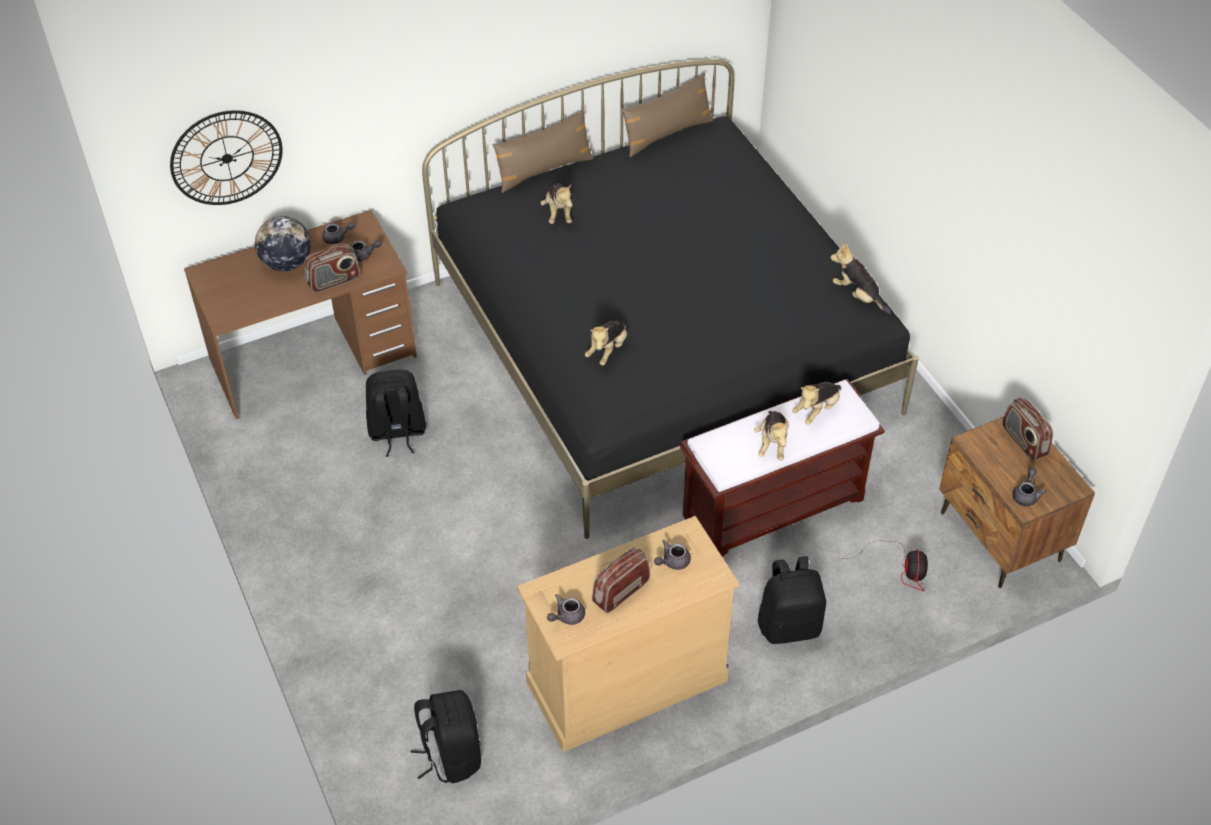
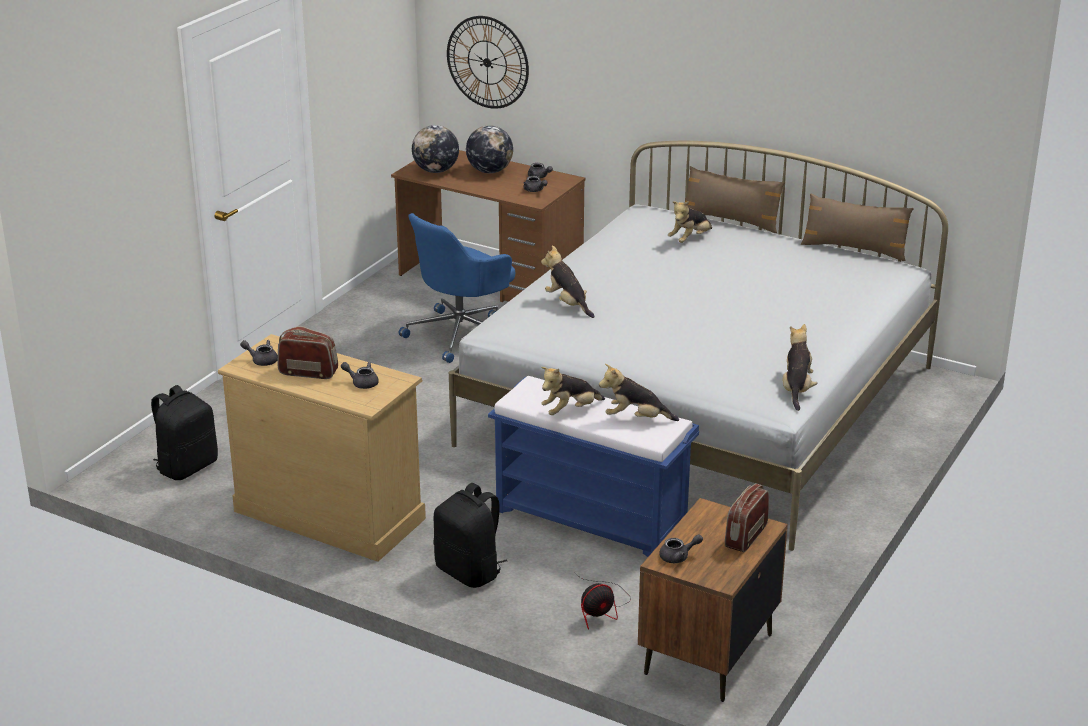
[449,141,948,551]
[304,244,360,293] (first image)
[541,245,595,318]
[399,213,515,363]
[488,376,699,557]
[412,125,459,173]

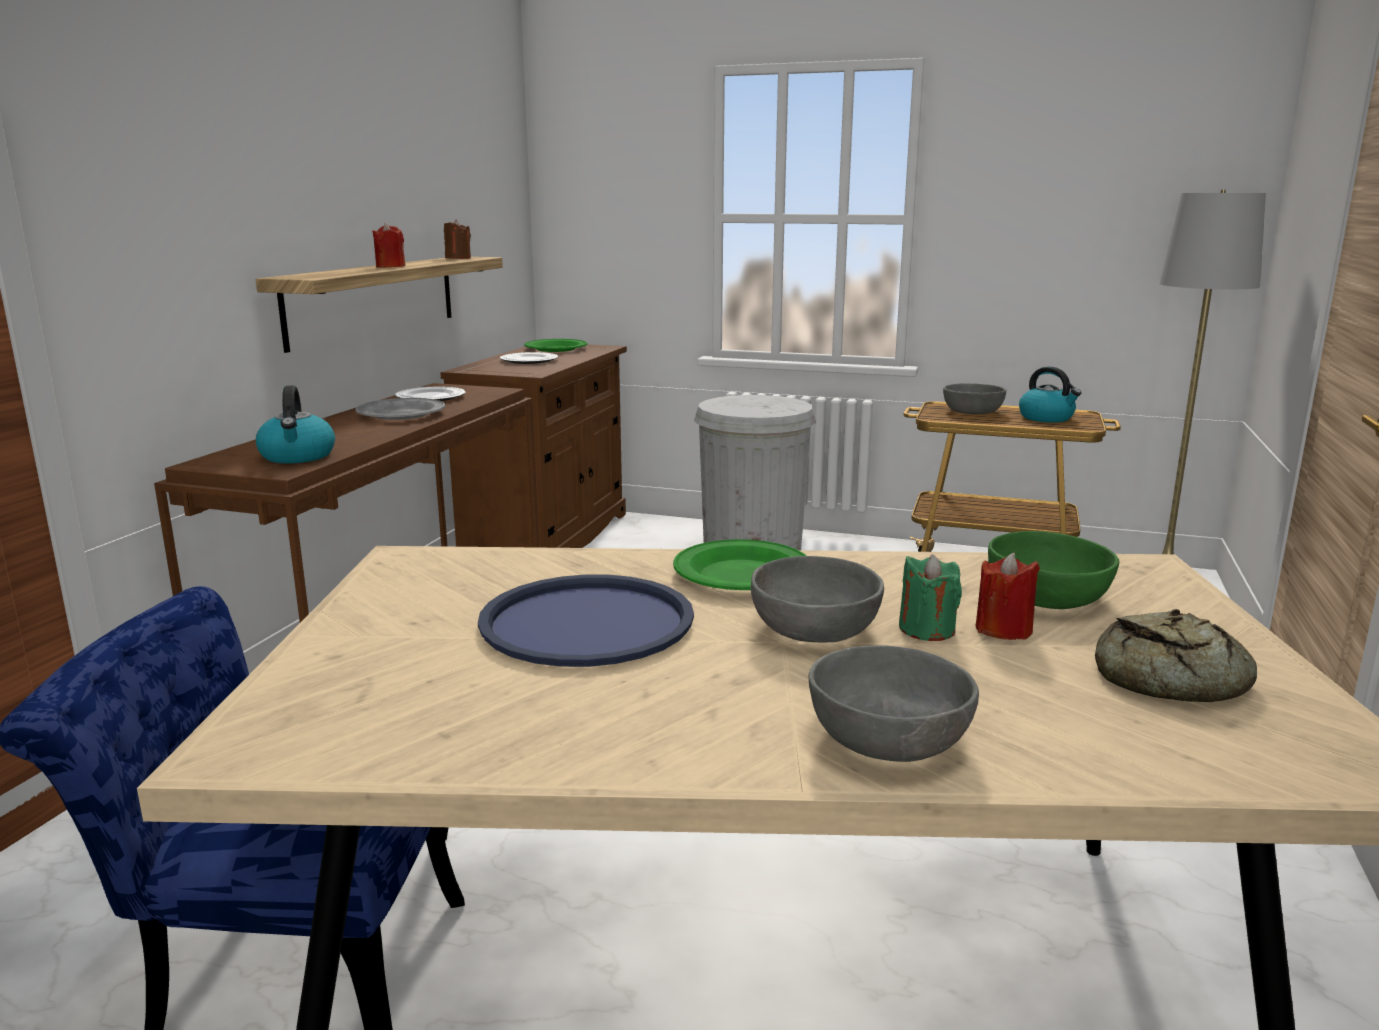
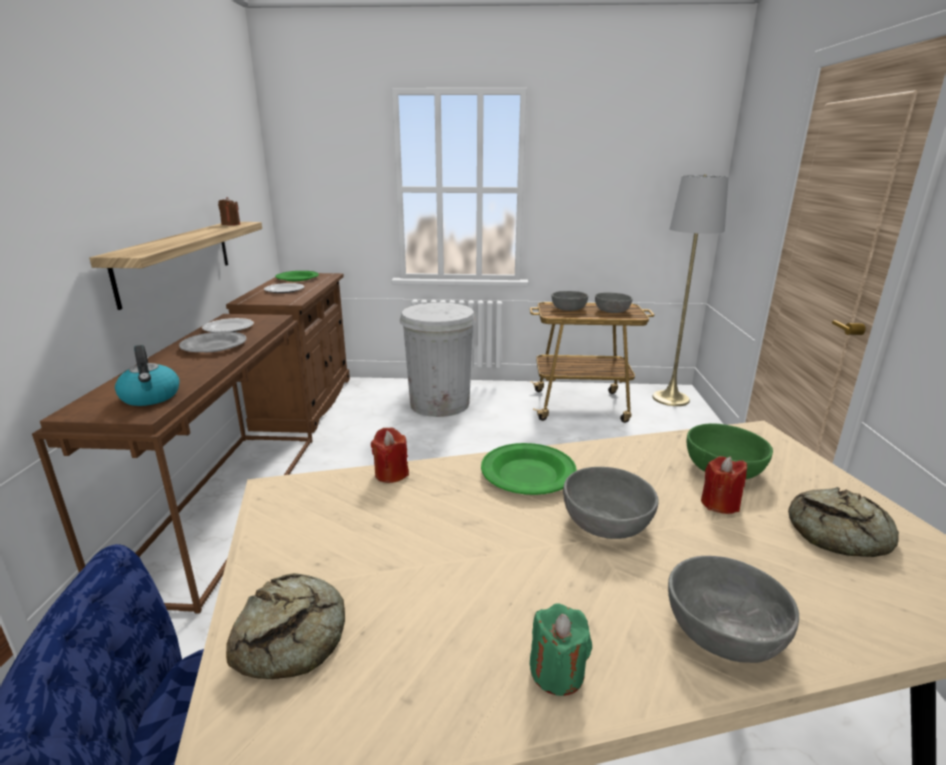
[371,427,409,483]
[595,292,633,313]
[530,603,592,696]
[478,575,694,667] (first image)
[226,573,345,679]

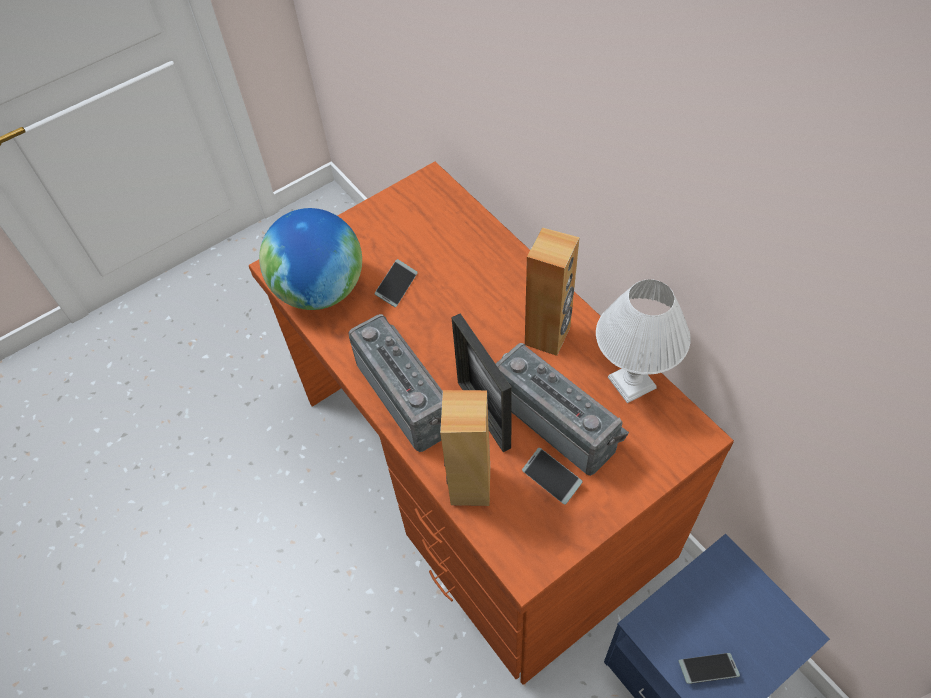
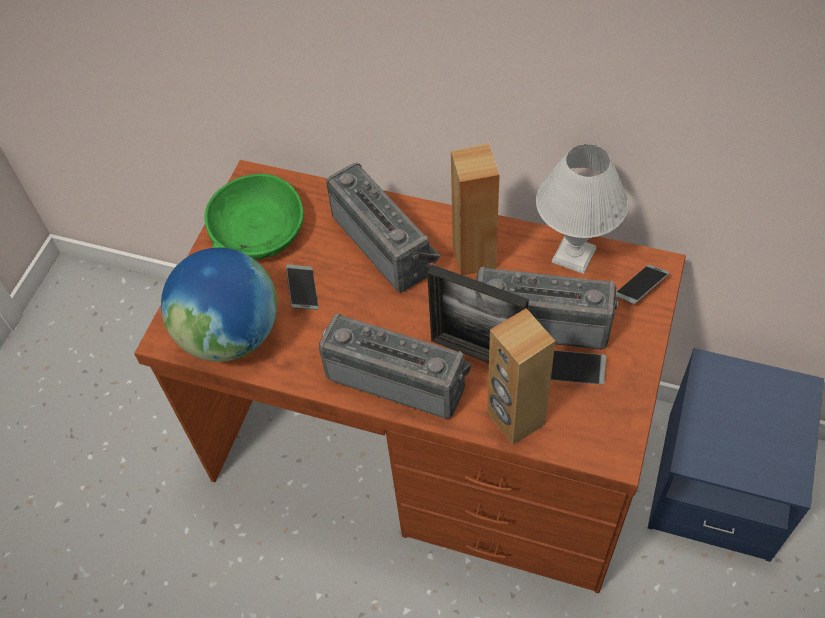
[616,265,670,304]
[326,163,440,292]
[204,174,304,260]

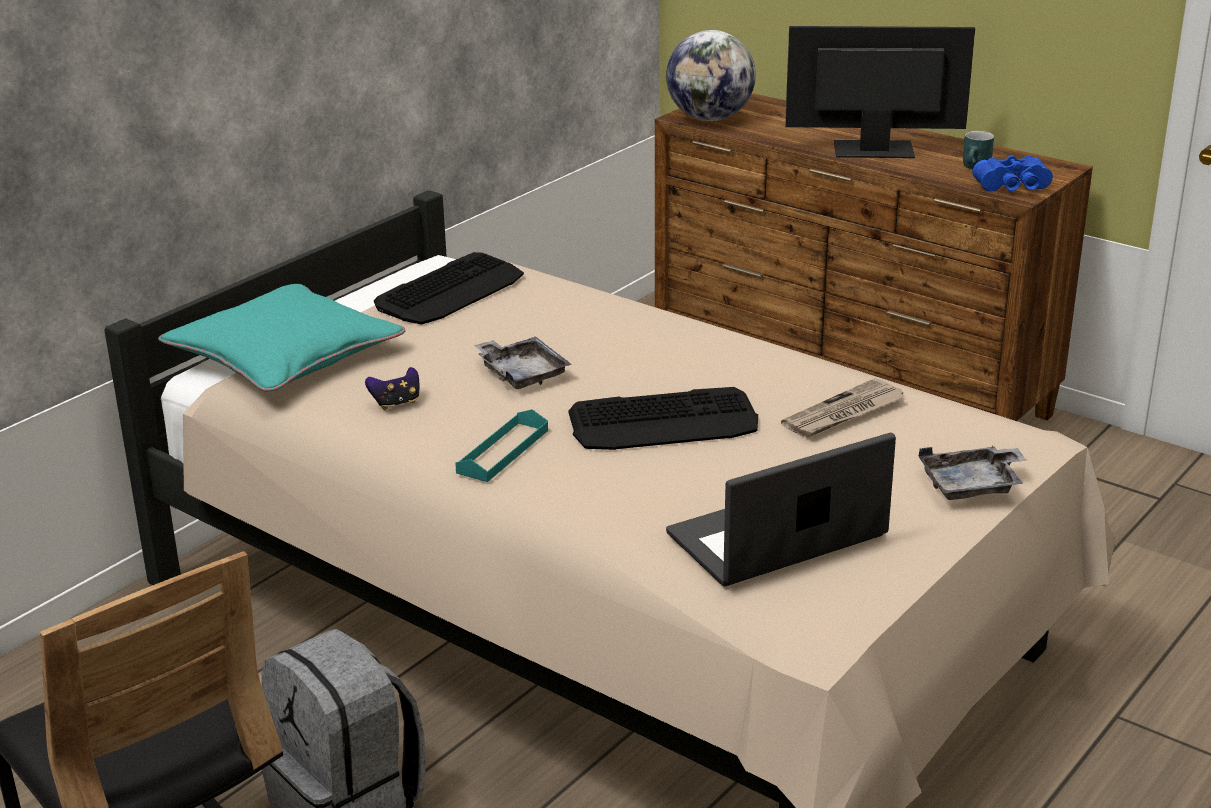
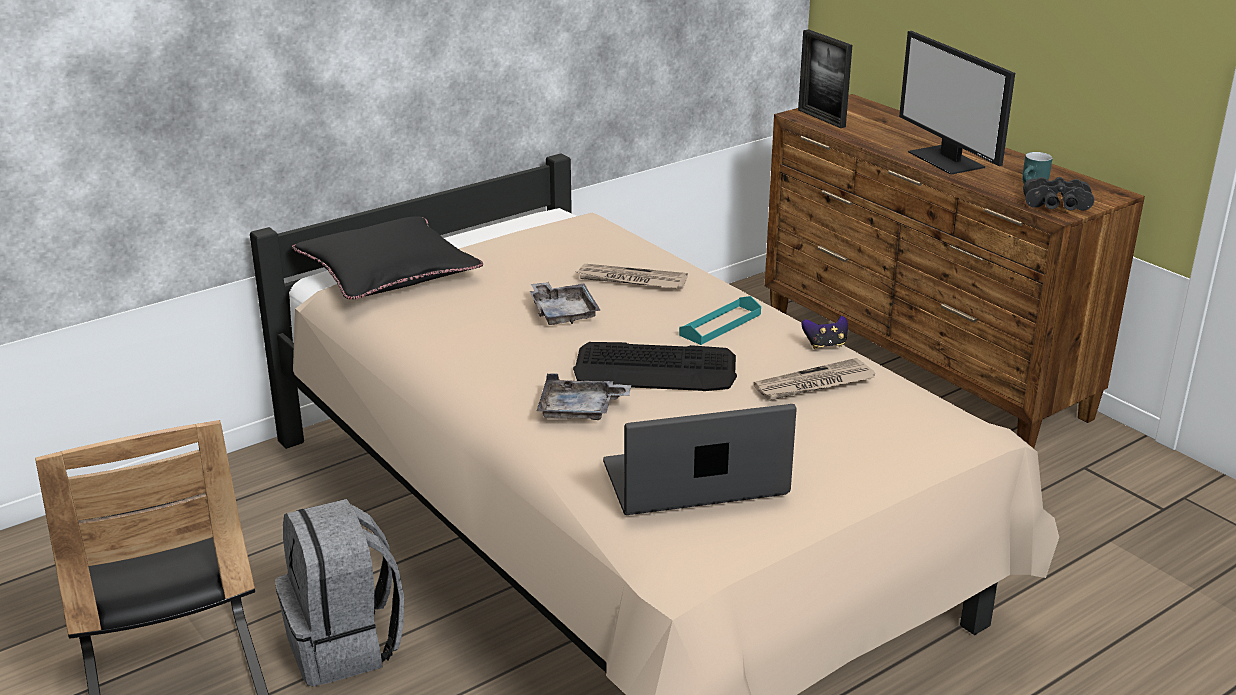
[899,31,1015,175]
[798,29,852,128]
[1023,177,1094,211]
[374,252,524,325] (first image)
[292,216,483,299]
[801,316,848,350]
[679,296,761,345]
[537,373,631,420]
[577,264,688,288]

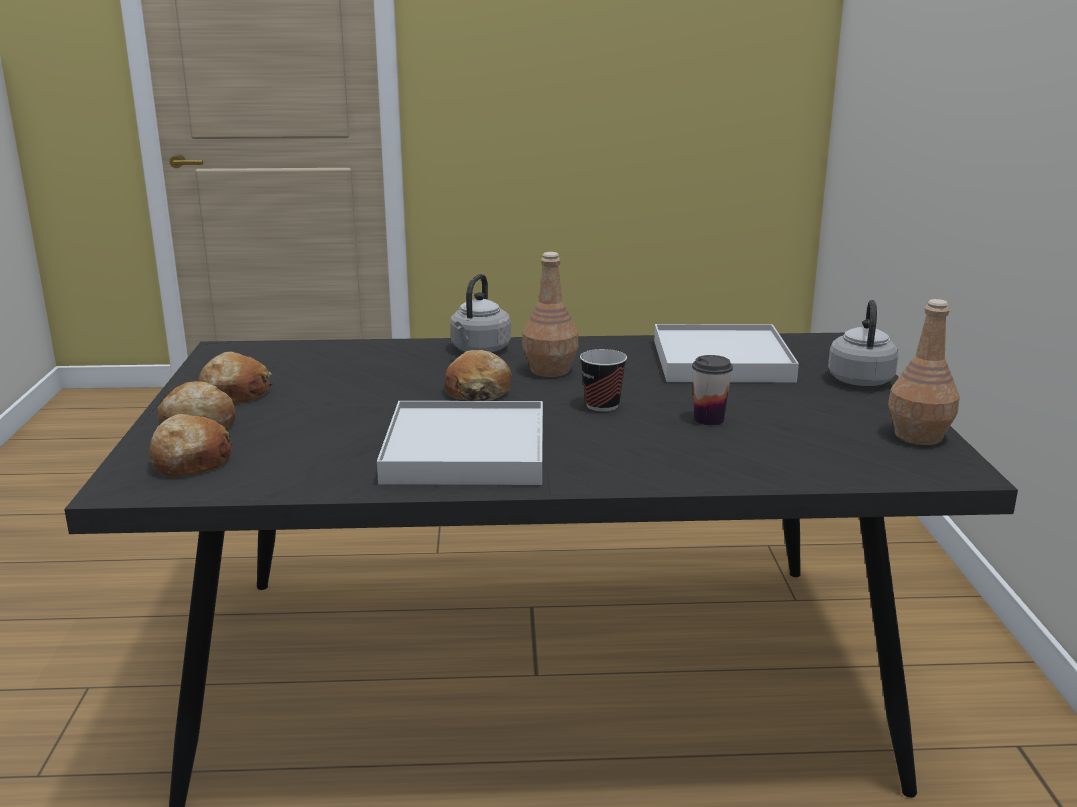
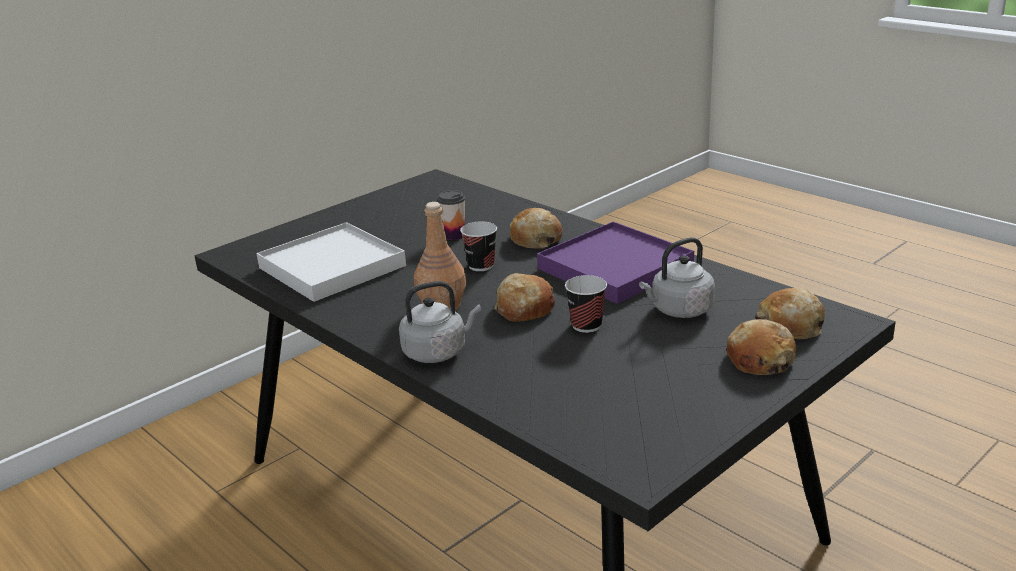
[888,299,960,445] (first image)
[639,237,715,318]
[509,208,562,249]
[537,222,694,304]
[565,275,607,333]

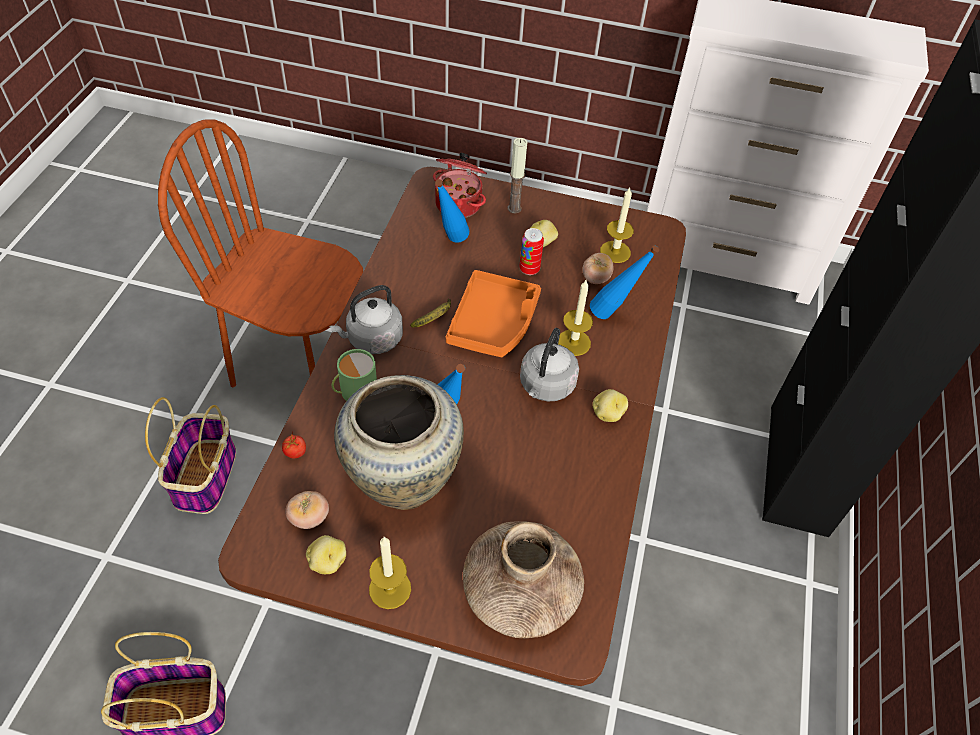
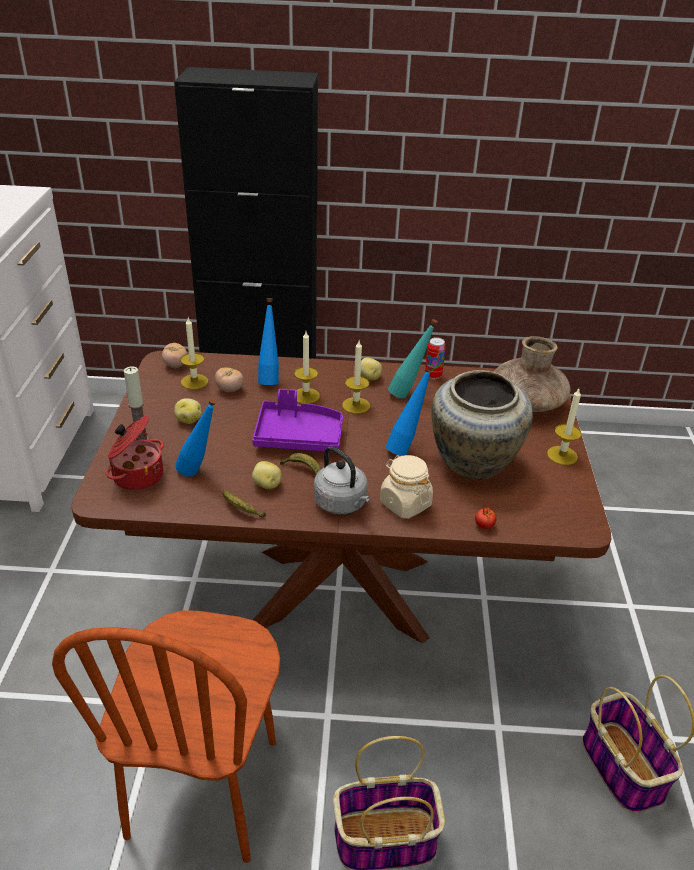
[425,337,446,379]
[252,389,343,452]
[342,341,370,414]
[380,455,433,519]
[162,343,187,368]
[252,461,282,489]
[388,319,438,398]
[223,490,266,517]

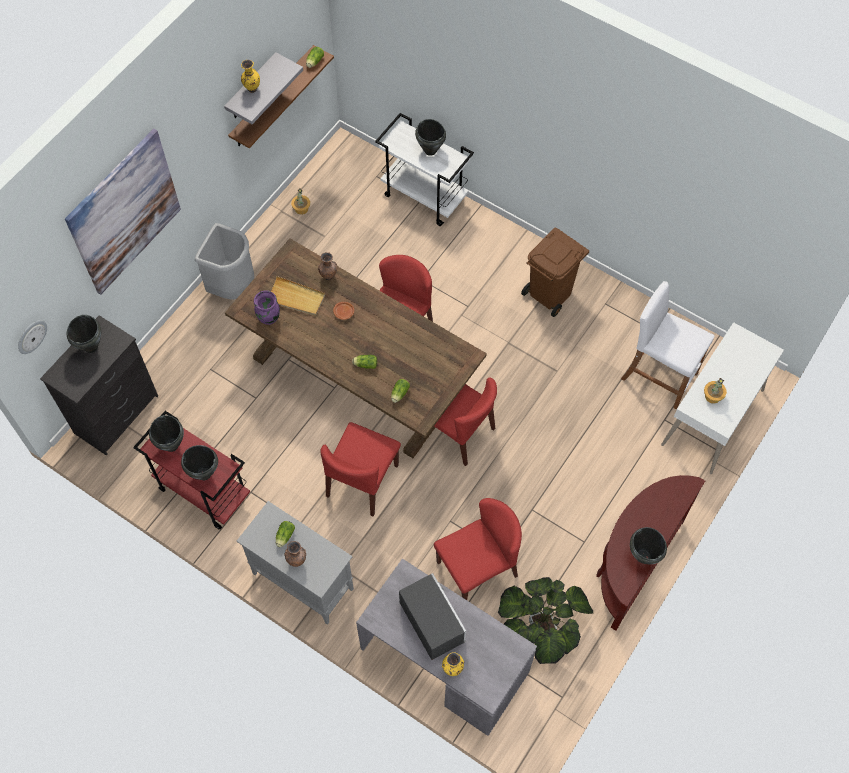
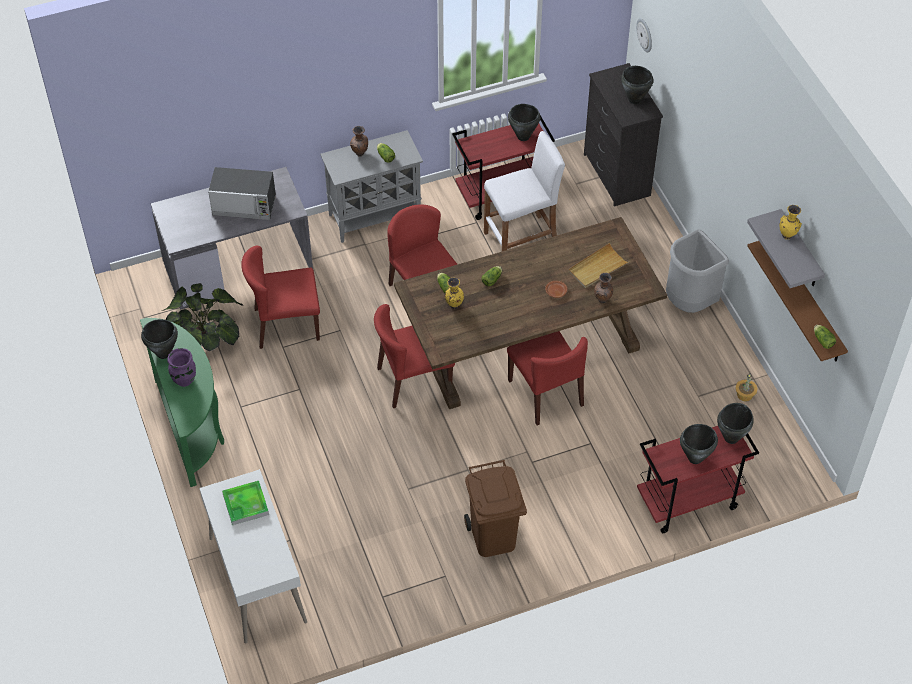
[637,426,759,533]
[65,129,181,295] (first image)
[484,131,565,251]
[167,348,196,387]
[222,481,269,525]
[717,403,754,444]
[140,318,224,487]
[241,246,320,349]
[445,277,464,309]

